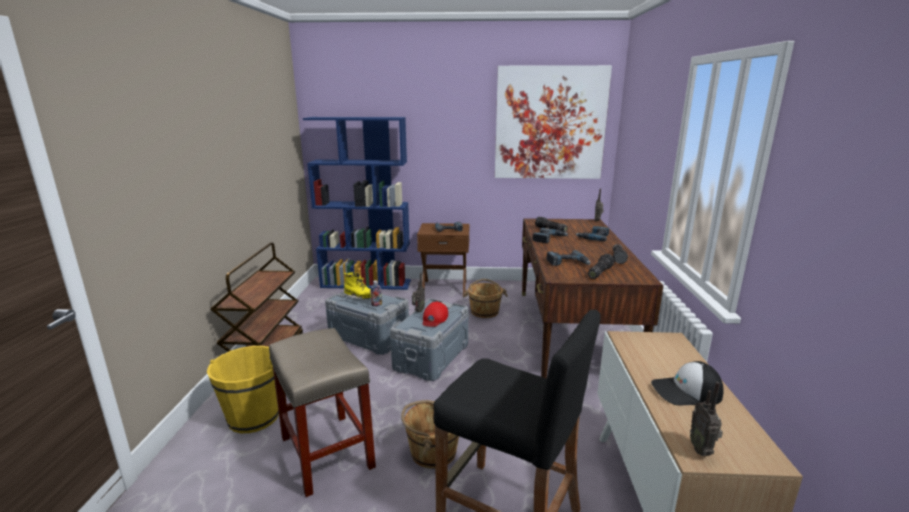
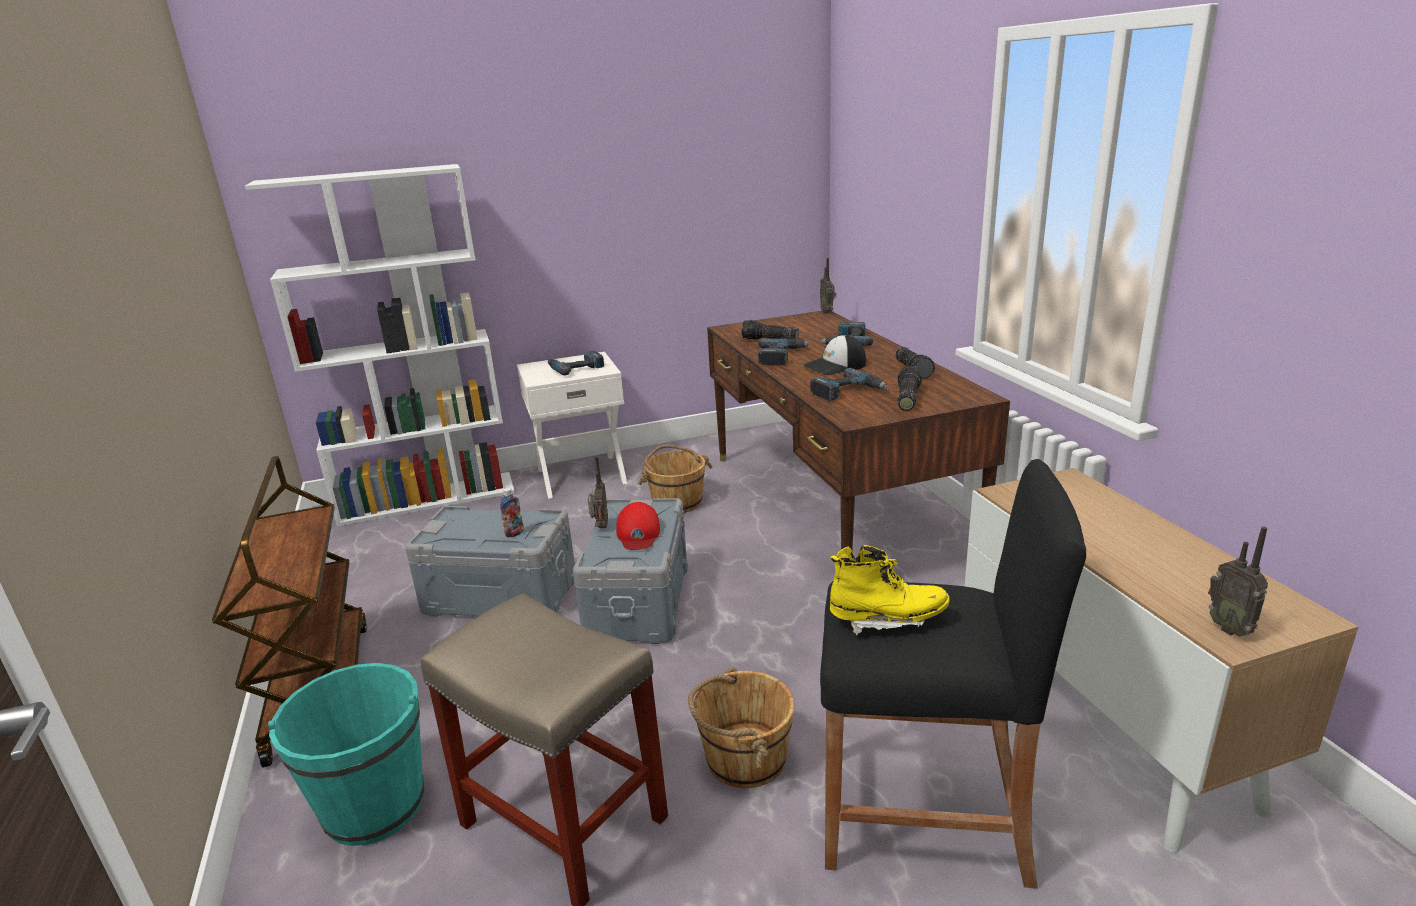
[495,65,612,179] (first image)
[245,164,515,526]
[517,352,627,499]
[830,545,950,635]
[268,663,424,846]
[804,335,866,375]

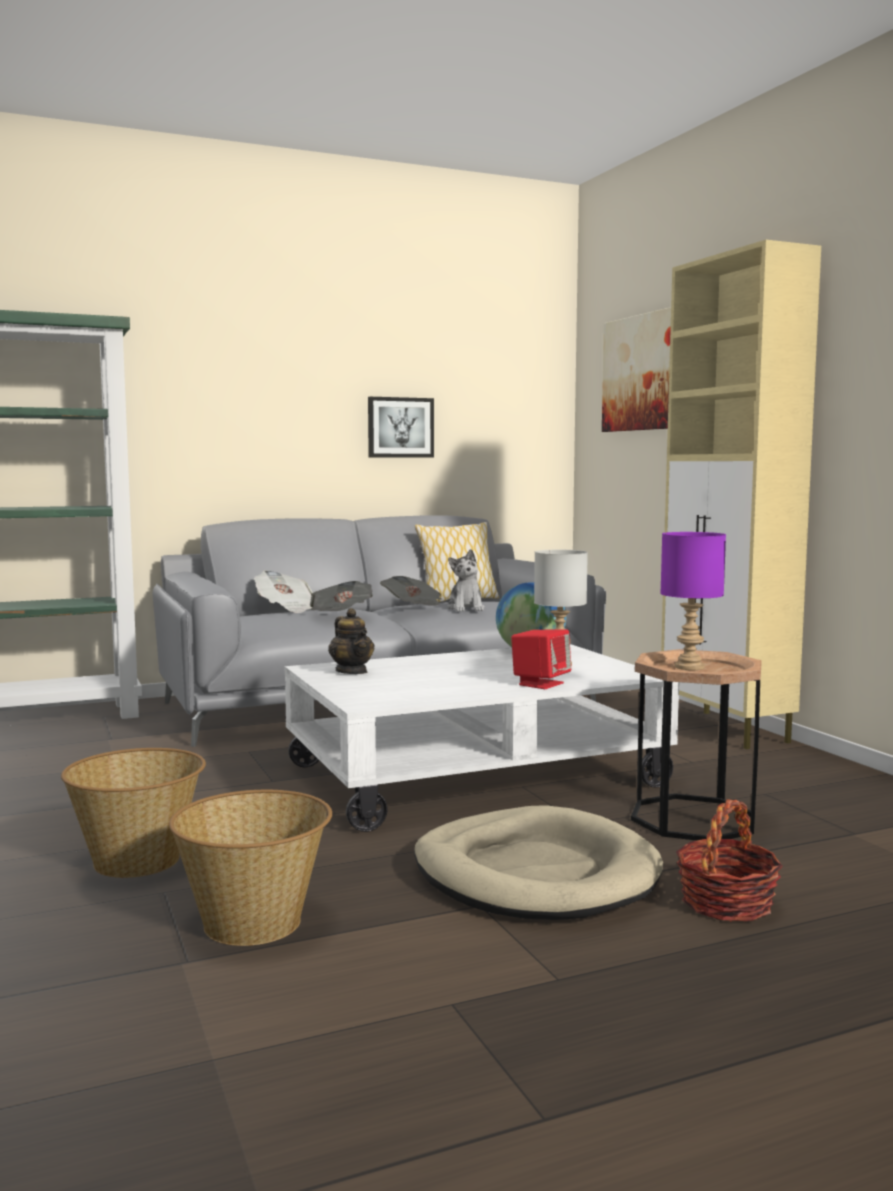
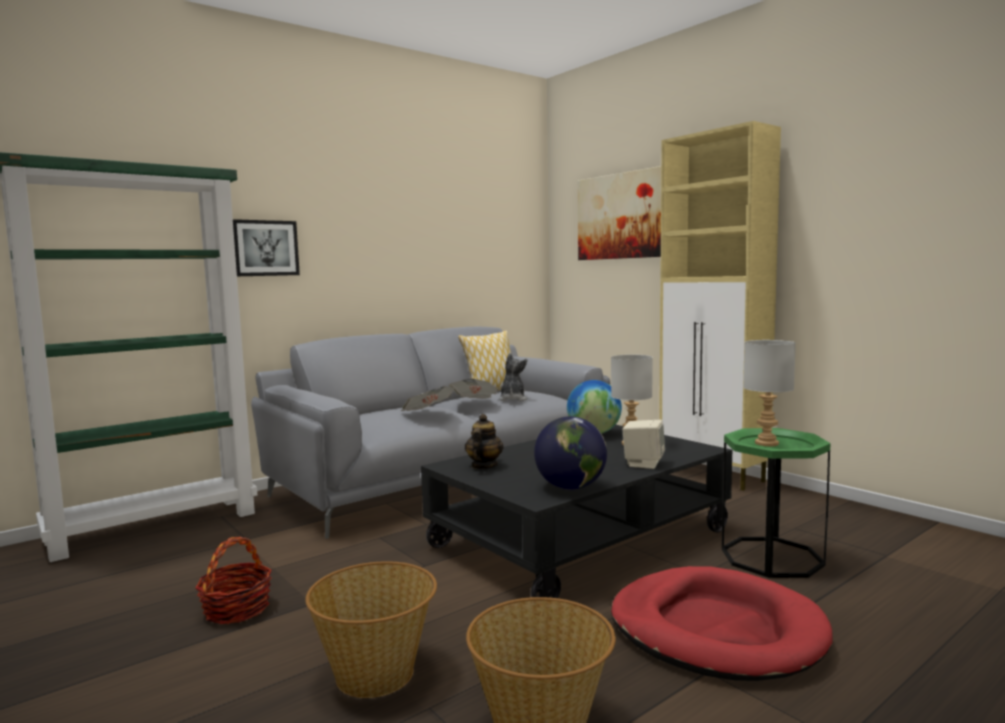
[233,219,300,276]
[743,340,796,446]
[498,353,528,401]
[254,570,313,613] (first image)
[465,414,504,469]
[622,420,665,469]
[421,425,733,598]
[722,428,830,578]
[195,537,272,624]
[611,566,833,681]
[534,416,607,490]

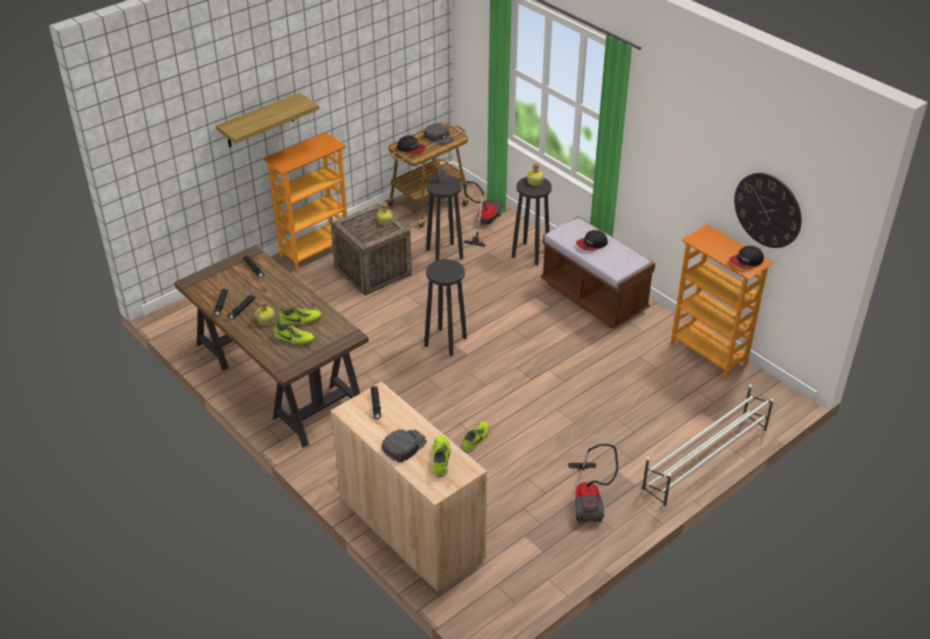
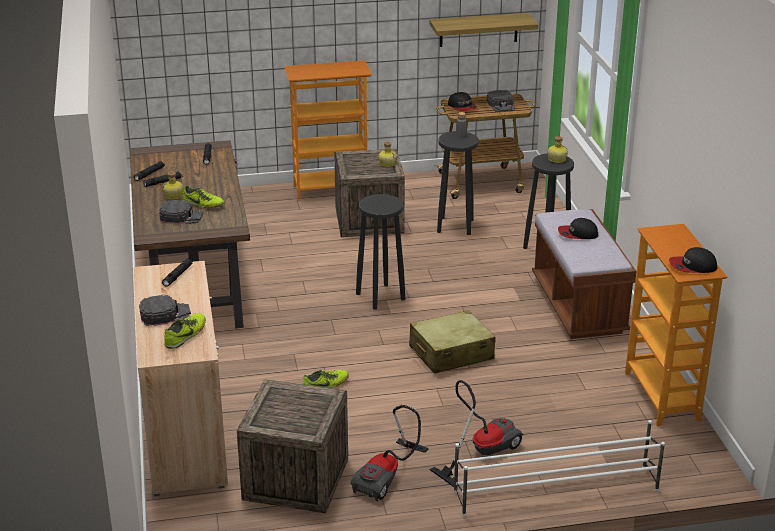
[429,13,539,47]
[734,173,801,248] (first image)
[430,380,524,487]
[159,200,204,224]
[409,310,496,374]
[237,379,348,513]

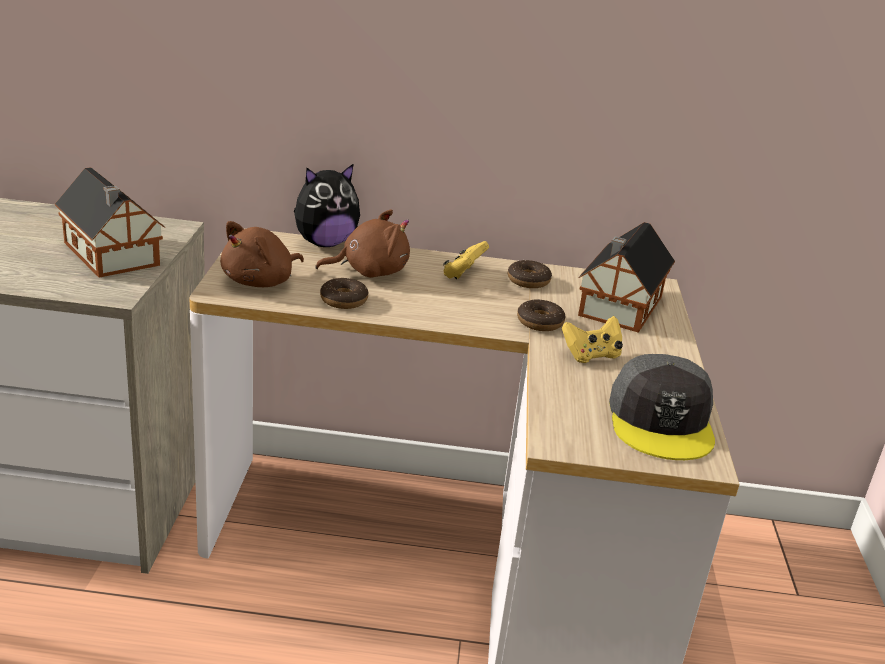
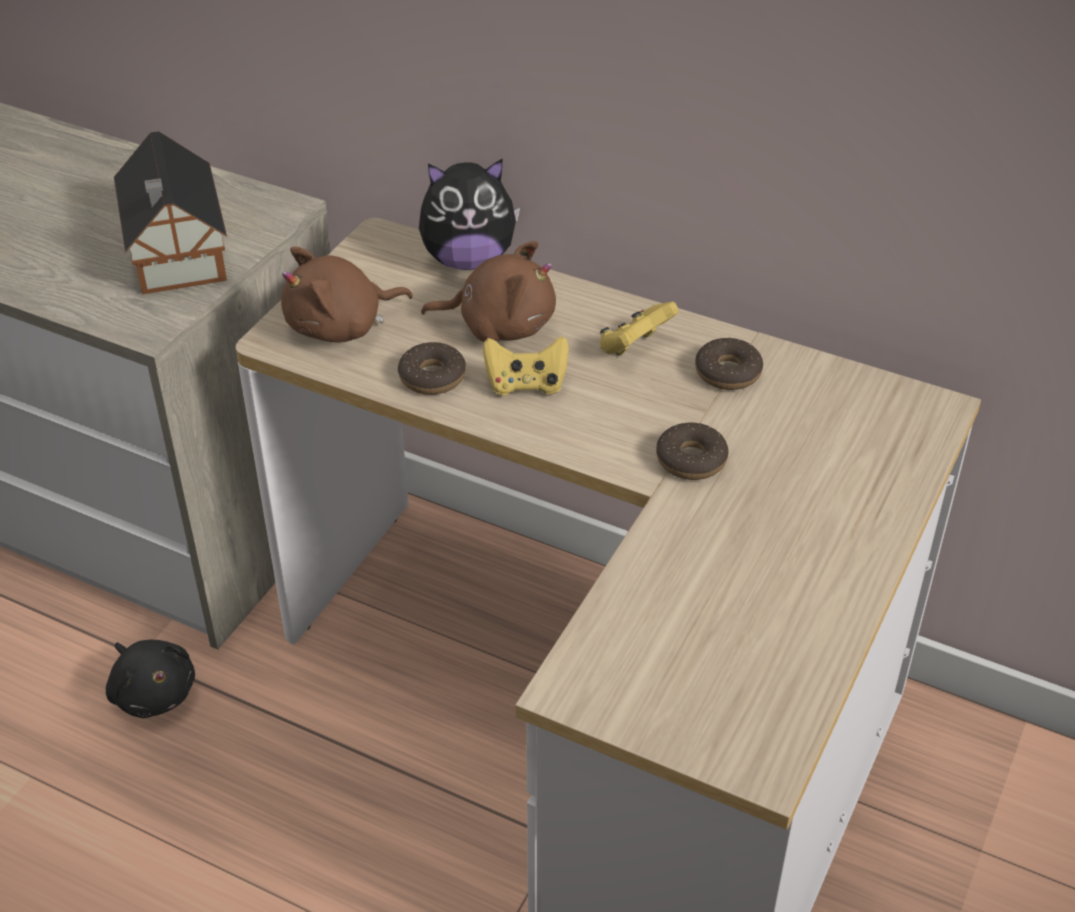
[578,222,675,333] (first image)
[483,336,569,396]
[609,354,715,460] (first image)
[106,640,195,718]

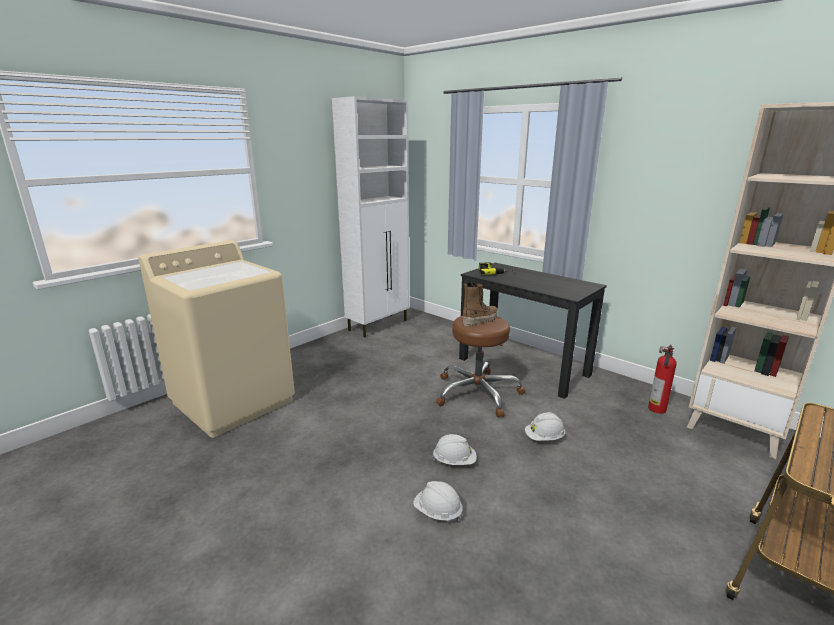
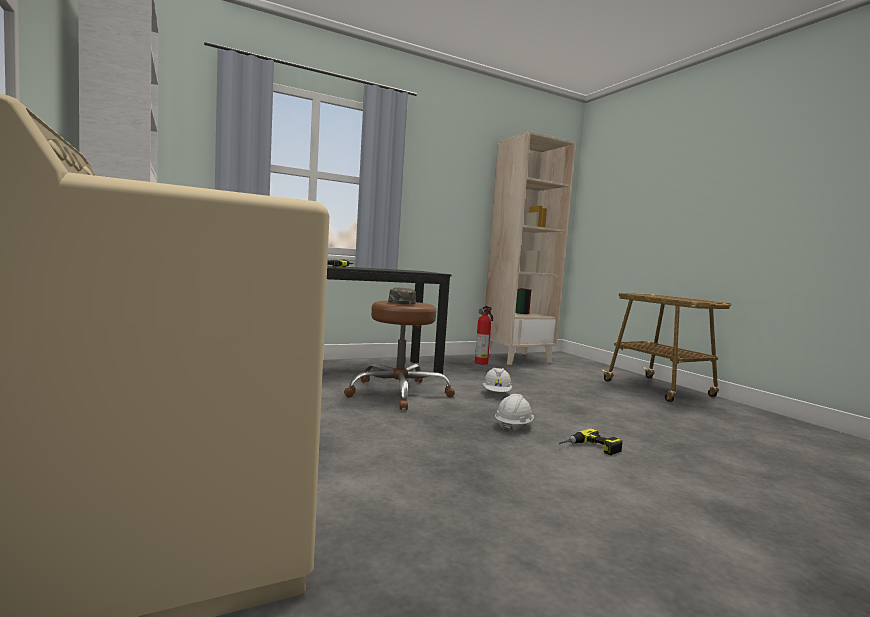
[388,287,416,305]
[559,428,623,455]

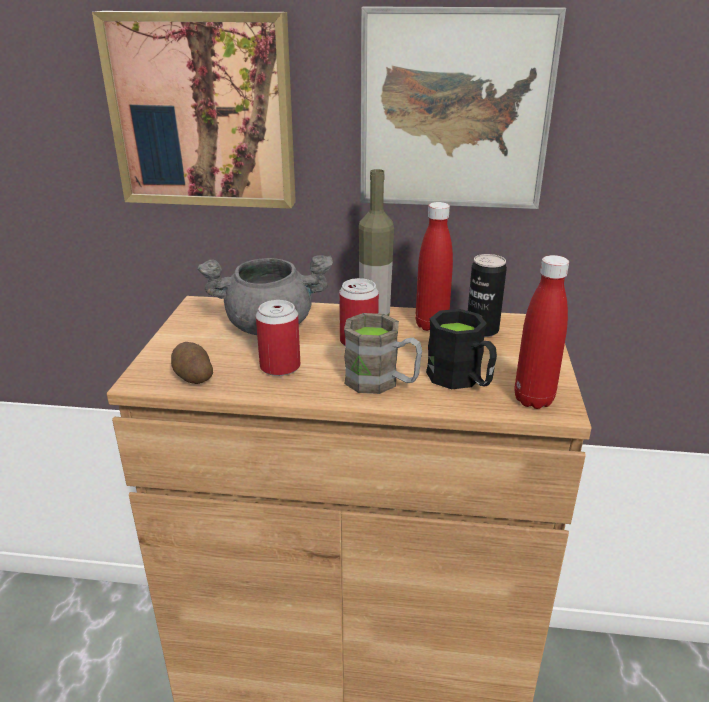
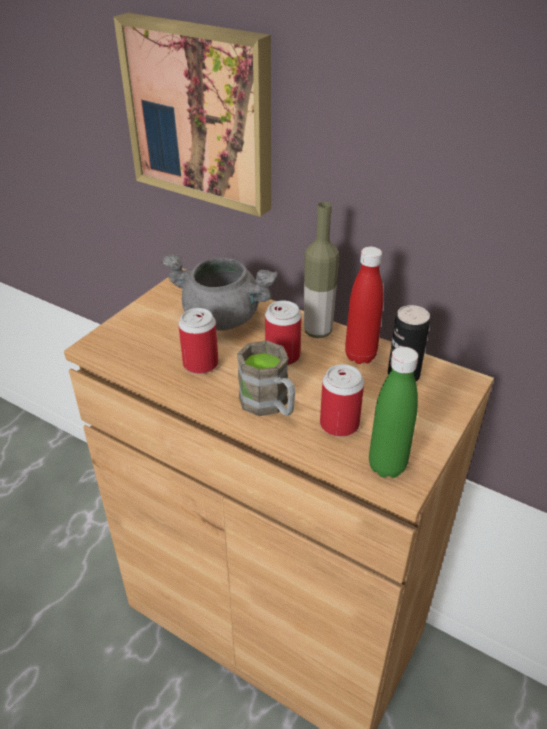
[360,6,566,209] (first image)
[369,347,418,478]
[320,364,364,437]
[171,342,213,384] (first image)

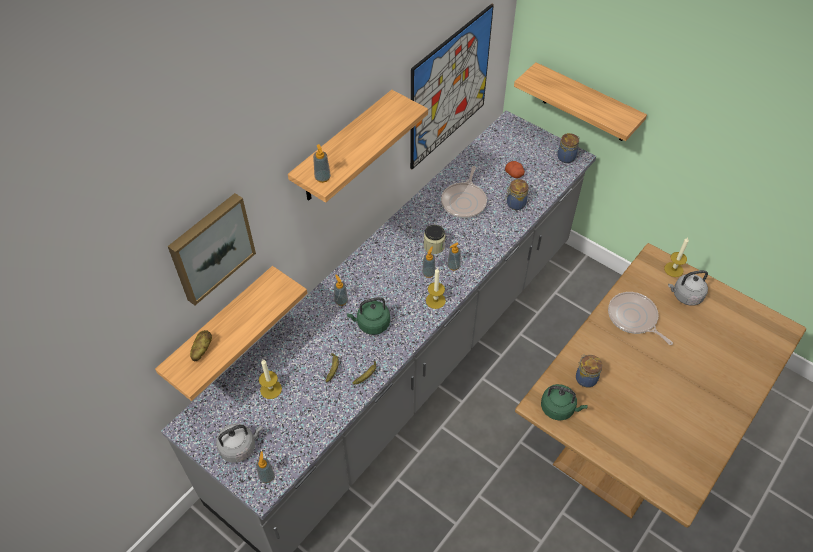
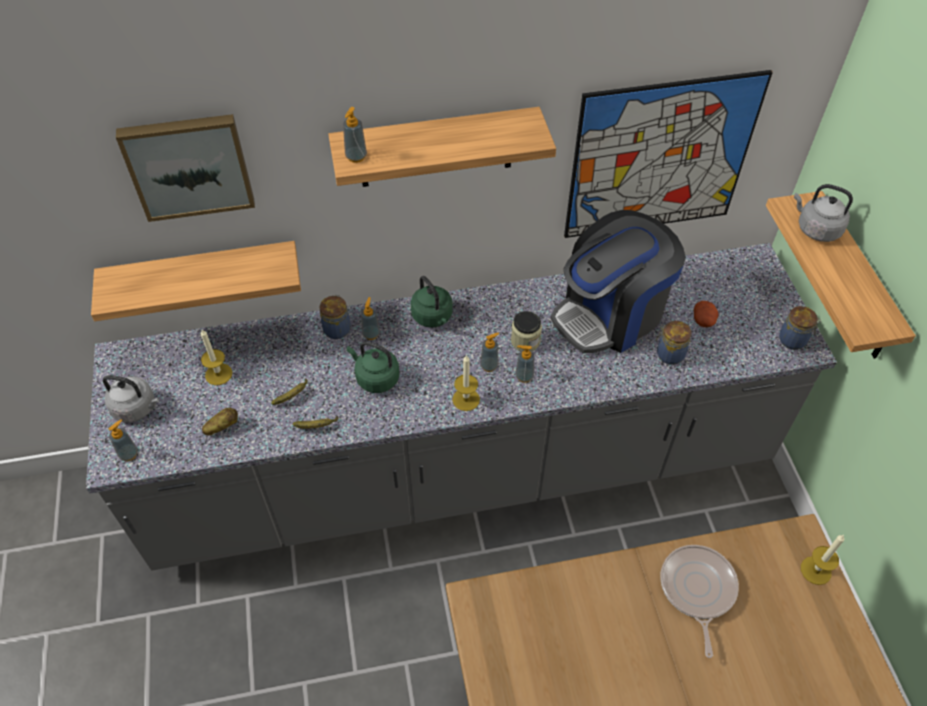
[551,210,686,353]
[794,184,853,242]
[202,408,238,435]
[319,295,351,339]
[411,276,453,328]

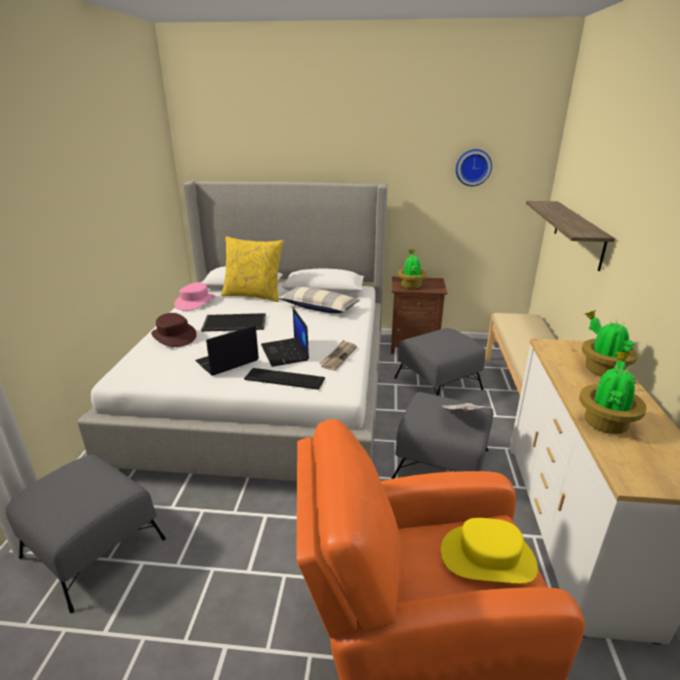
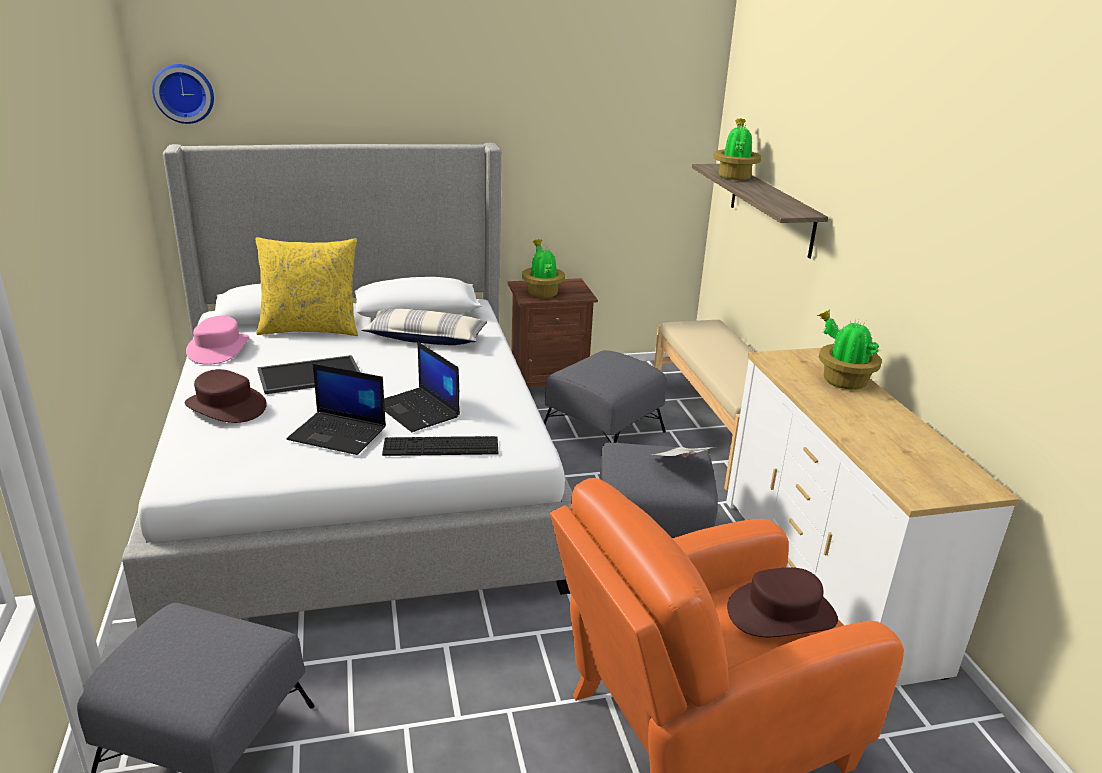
[152,64,214,124]
[286,364,386,455]
[319,340,357,371] (first image)
[713,118,761,180]
[727,567,838,637]

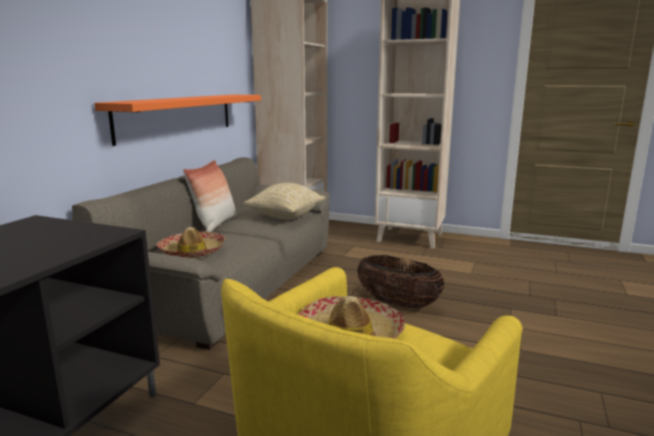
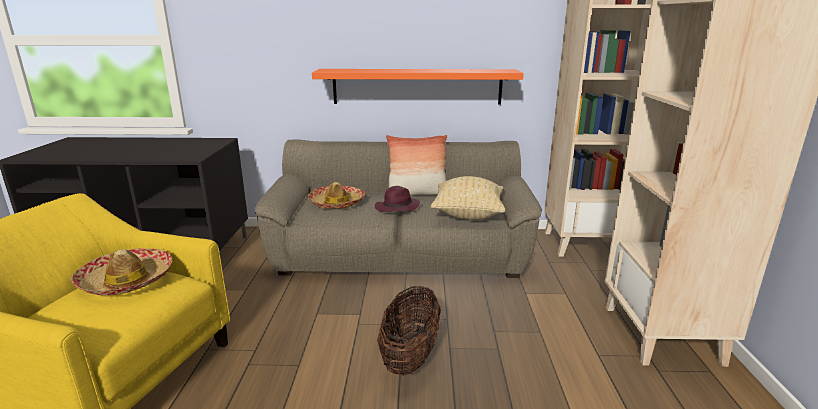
[375,186,420,212]

